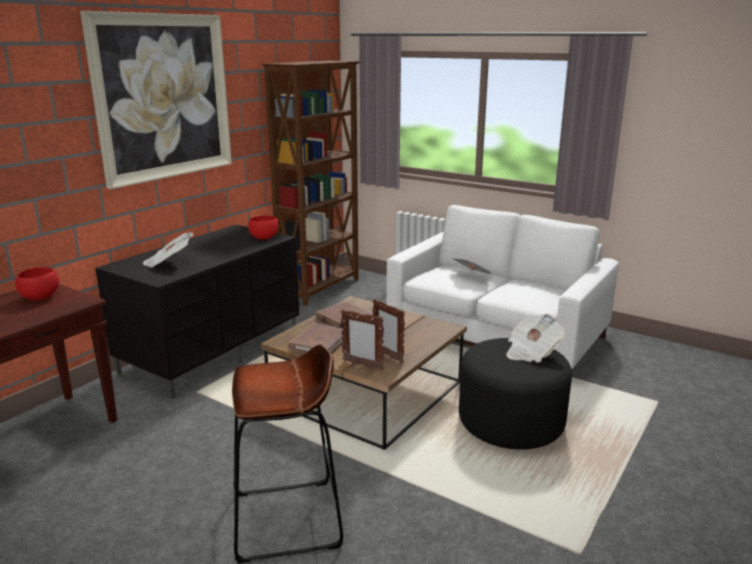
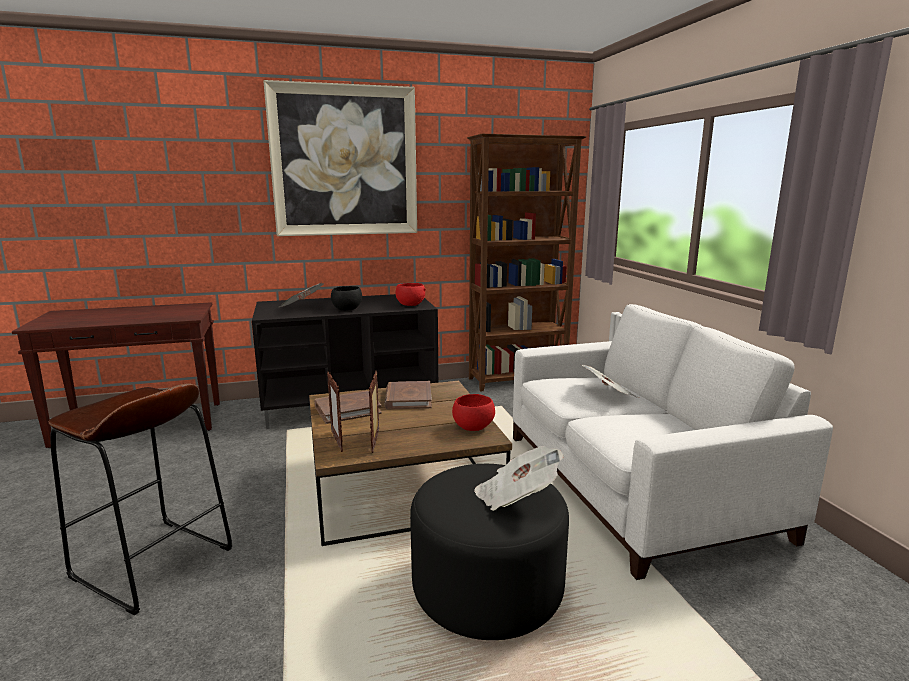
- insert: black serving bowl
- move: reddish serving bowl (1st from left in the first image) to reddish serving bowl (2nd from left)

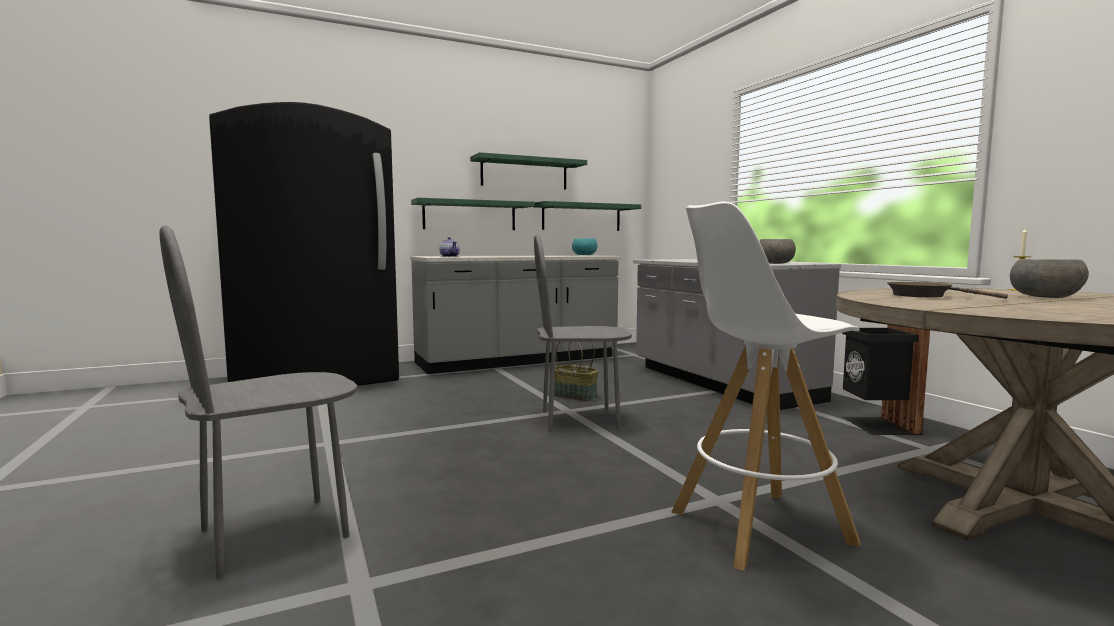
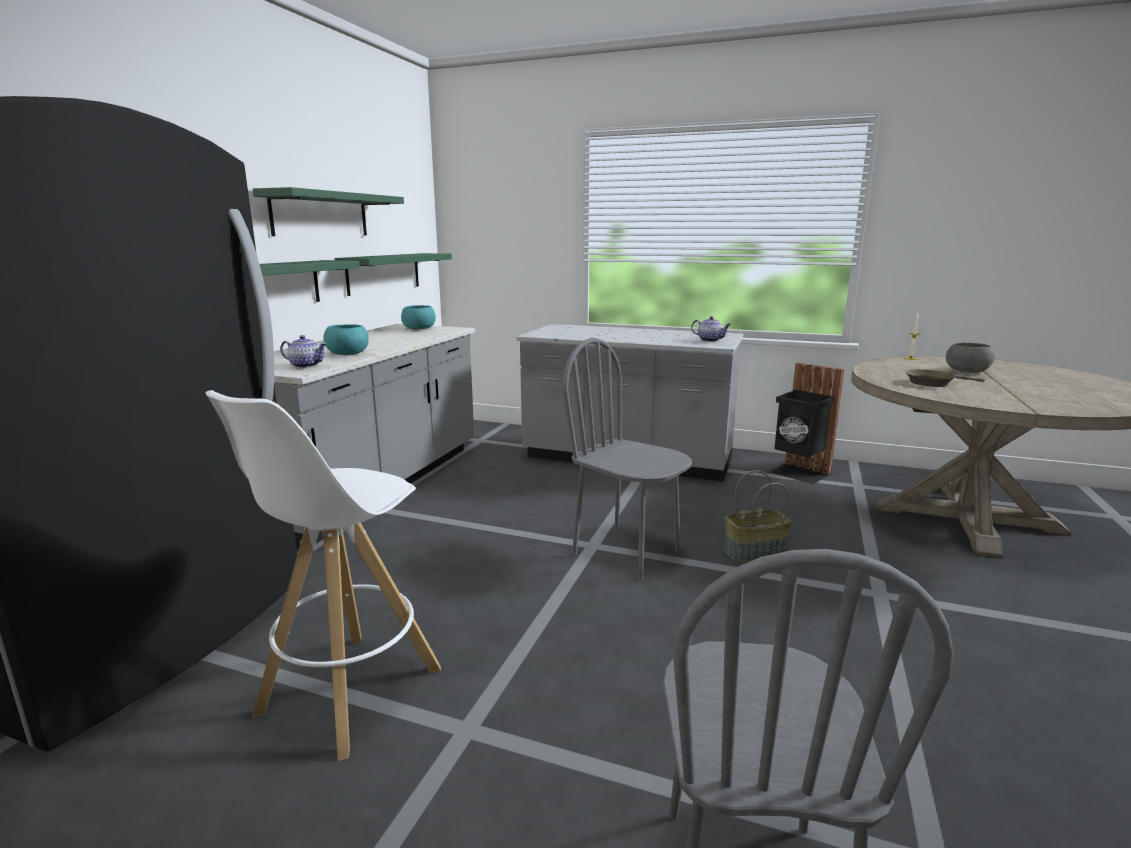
- move: white-coloured sitting stool
- insert: turquoise-coloured serving bowl (1st from left)
- rotate: greyish upright chair (2nd from left in the first image) 90 degrees clockwise
- replace: greyish serving bowl (1st from left) to tea pot (2nd from left)
- move: household basket

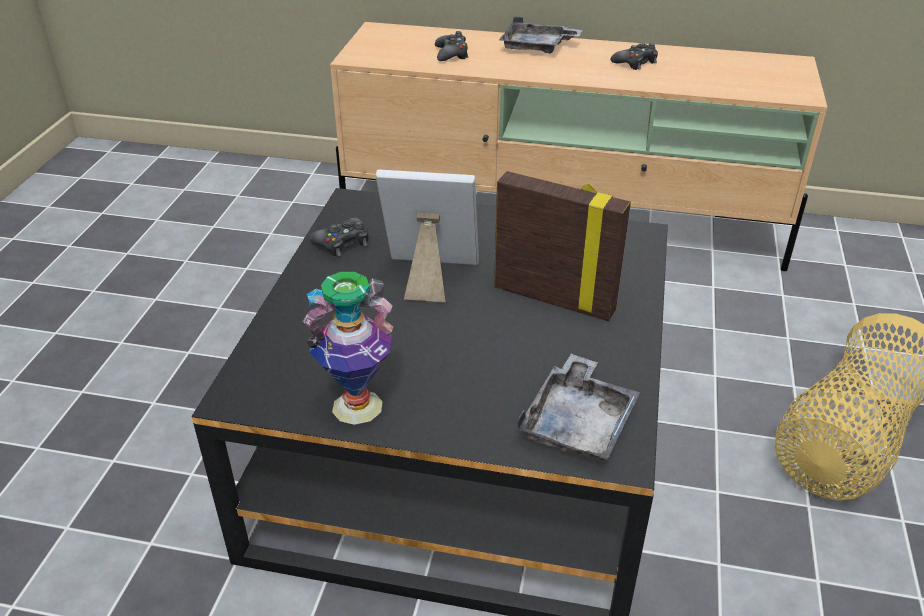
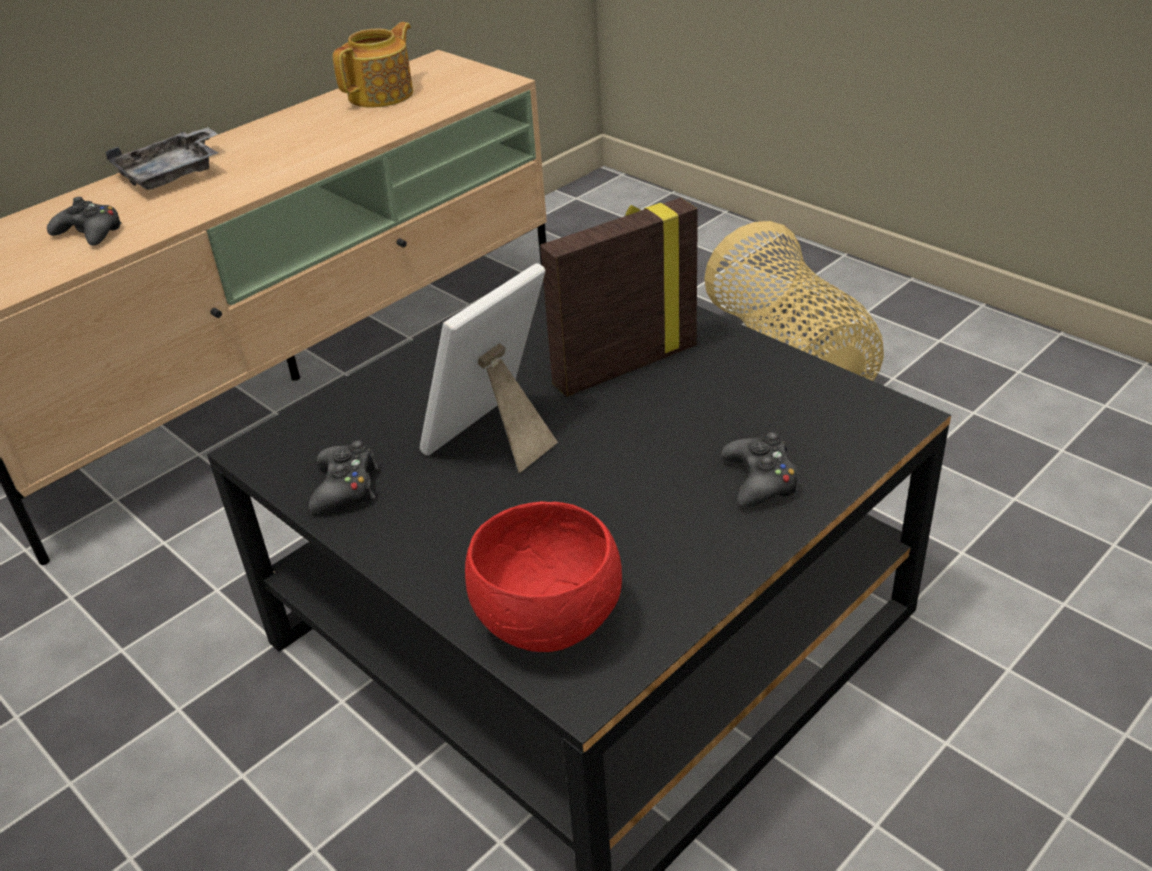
- insert: tea pot
- insert: reddish serving bowl
- move: black game controller (3rd from left)
- delete: flower vase
- delete: greyish tray (2nd from left)

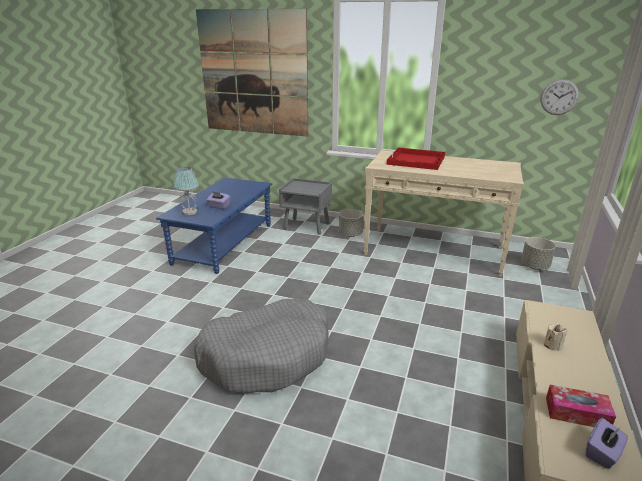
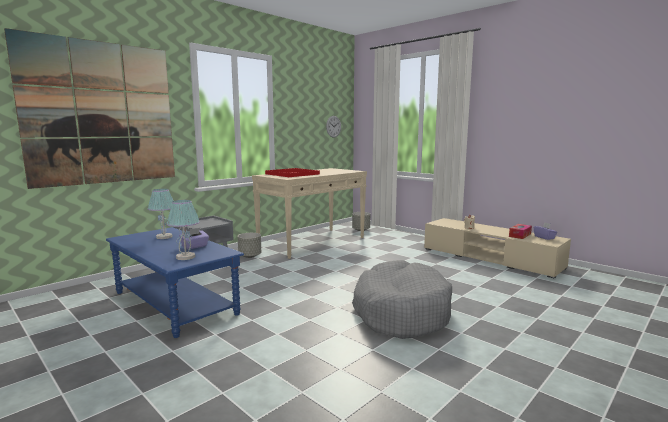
- insert: lamp for a table (1st from left)

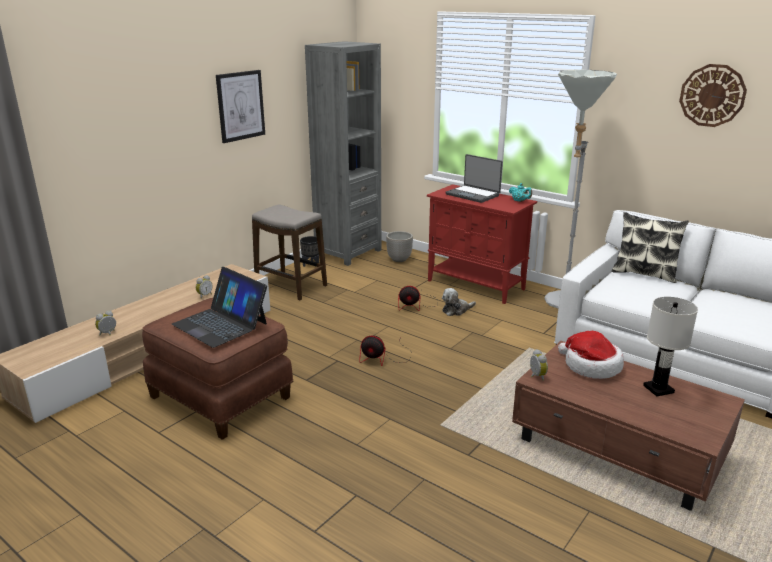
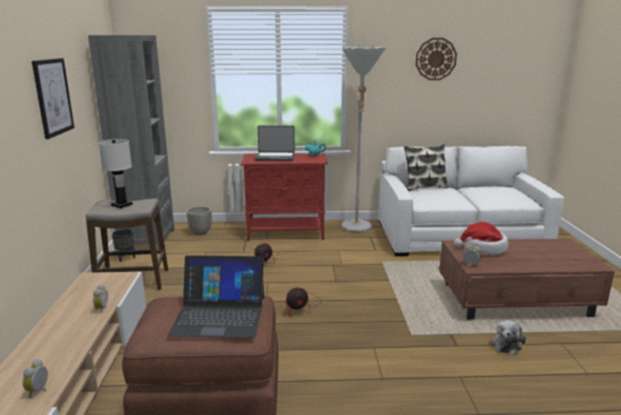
- move: white-coloured lamp for a table
- move: plush toy

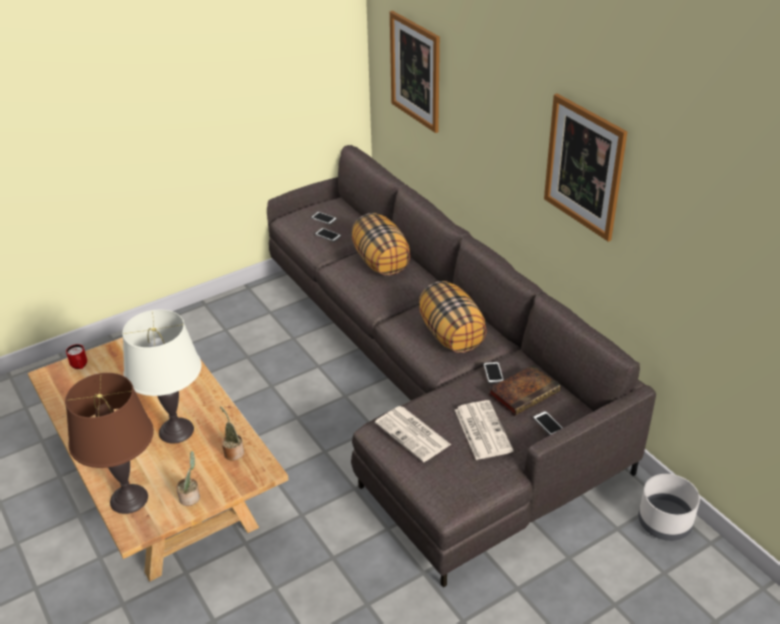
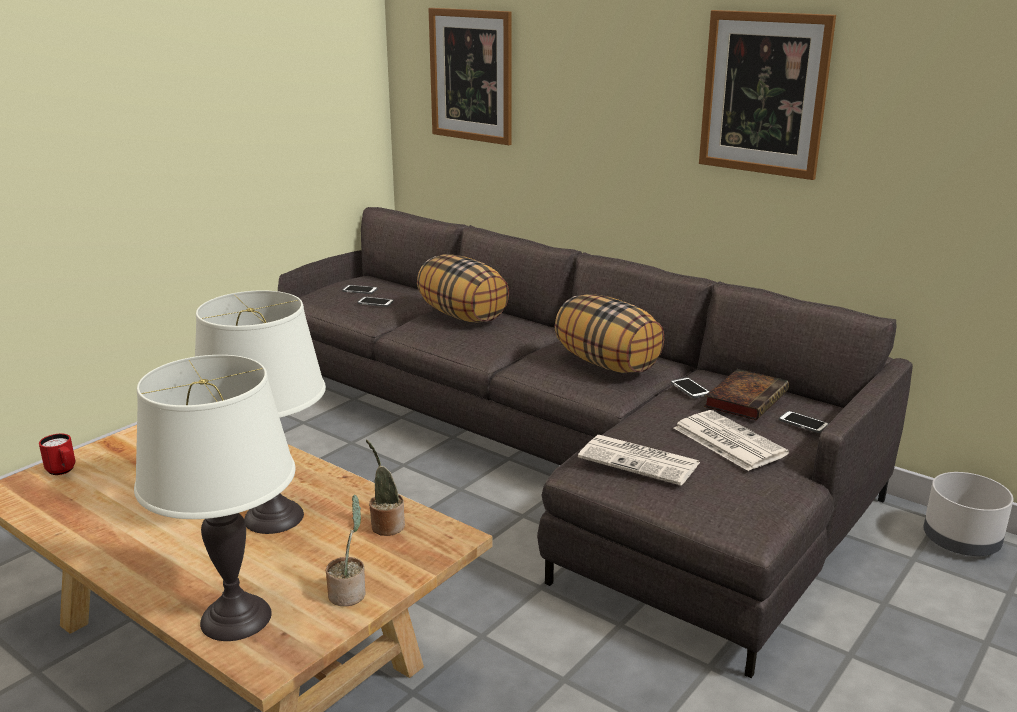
- recolor: brown lamp for a table to white-coloured lamp for a table (1st from left)

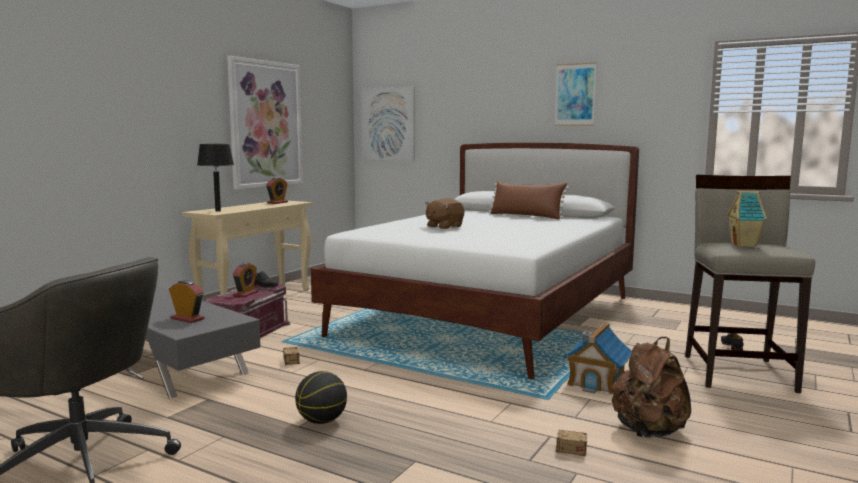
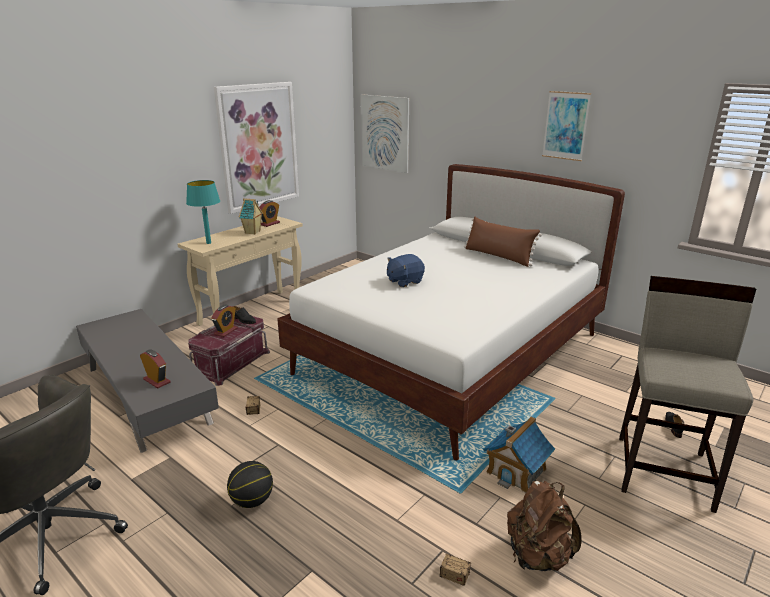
- recolor: black lamp for a table to turquoise-coloured lamp for a table
- move: model house (2nd from left in the first image) to model house (1st from left)
- recolor: brown plush toy to blue plush toy

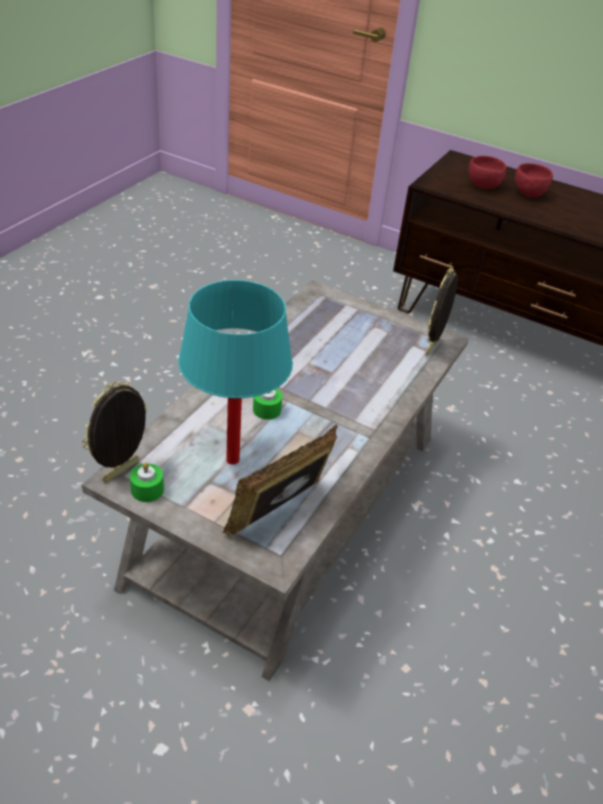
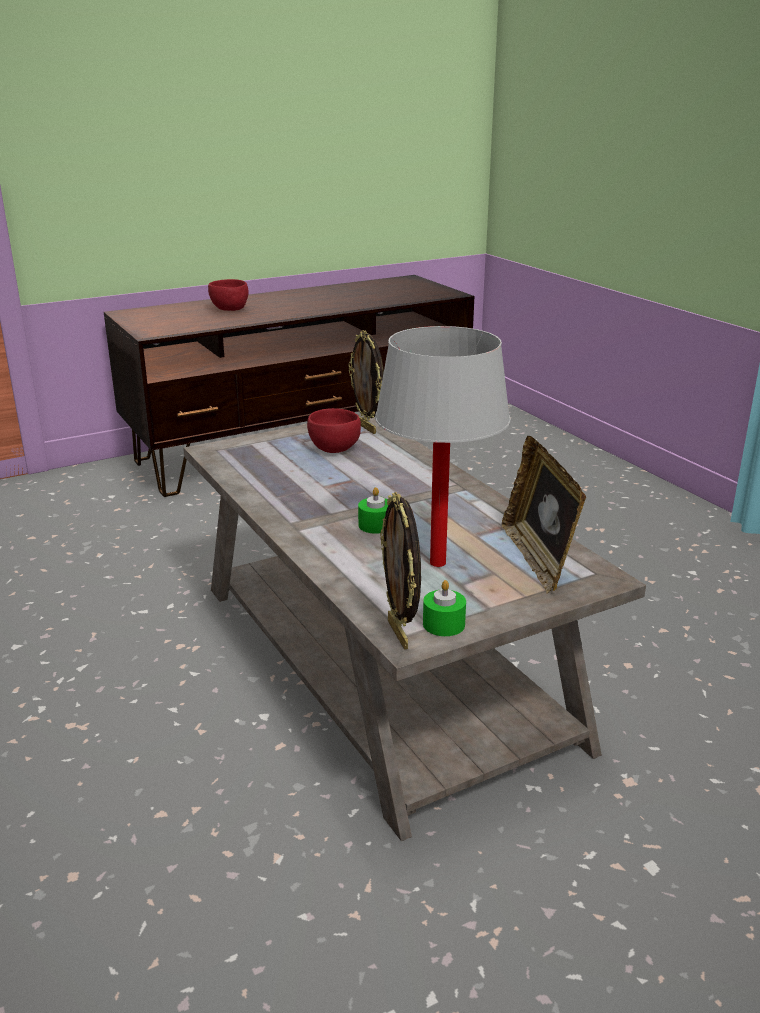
- move: reddish serving bowl (1st from left in the first image) to reddish serving bowl (2nd from left)
- recolor: turquoise-coloured lamp for a table to white-coloured lamp for a table

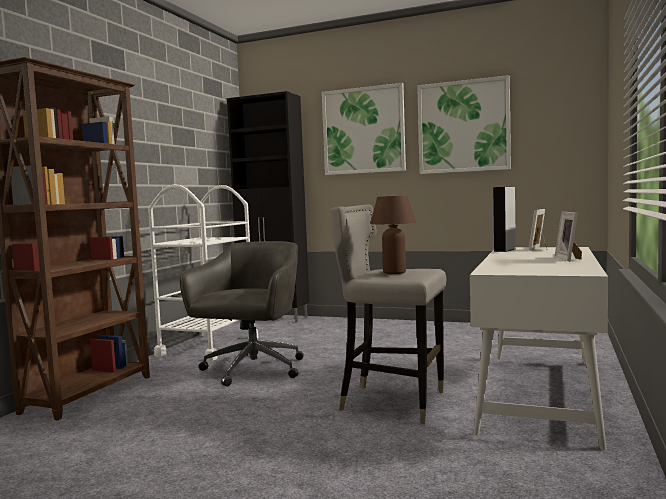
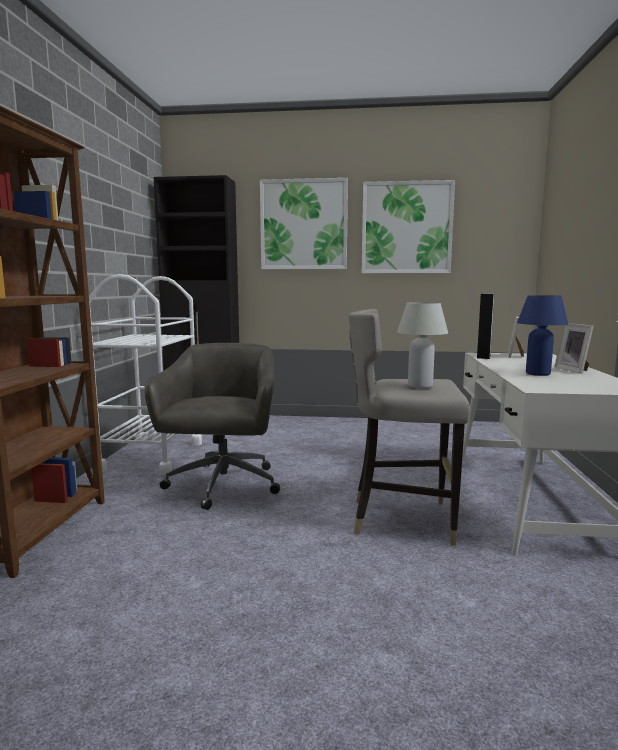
- recolor: brown lamp for a table to white-coloured lamp for a table
- insert: blue lamp for a table

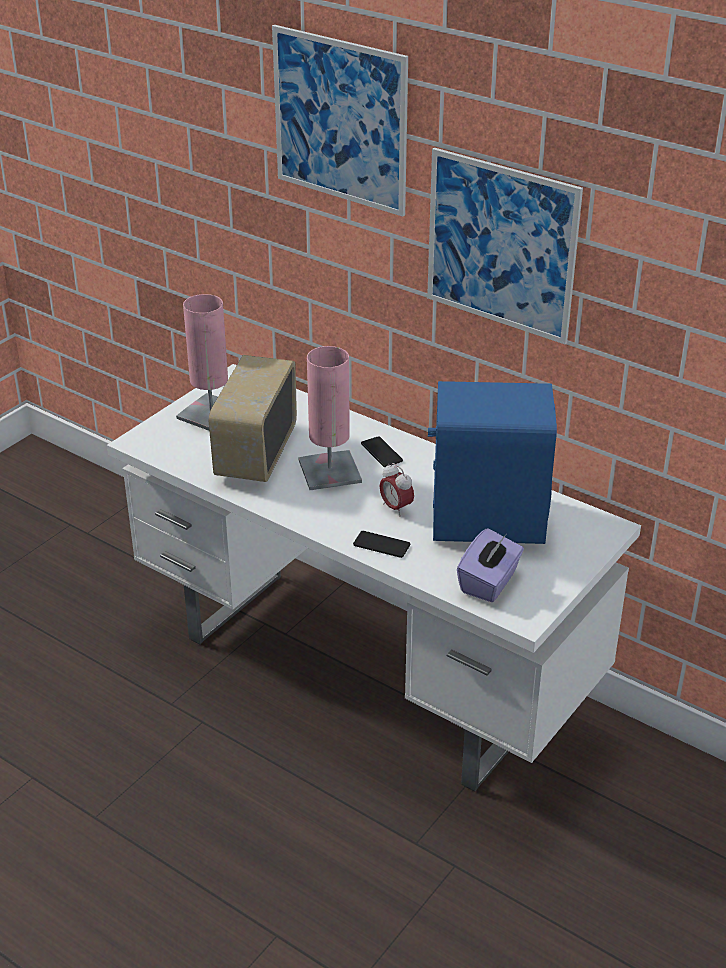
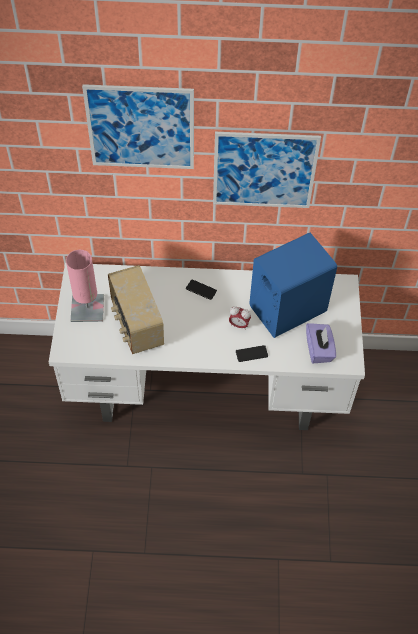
- delete: pink-coloured lamp for a table (2nd from left)

